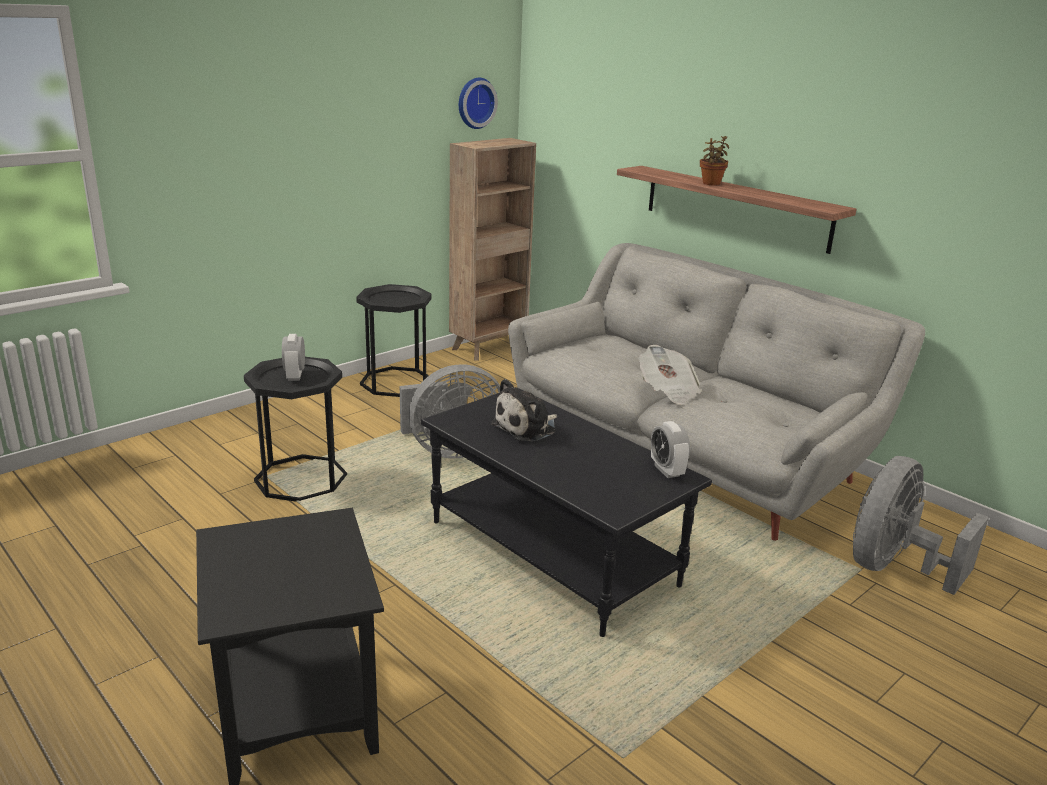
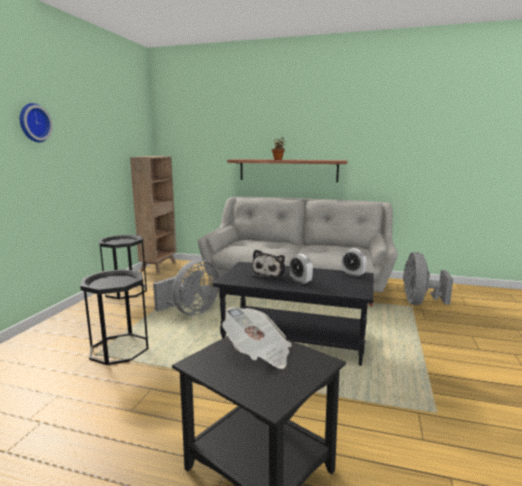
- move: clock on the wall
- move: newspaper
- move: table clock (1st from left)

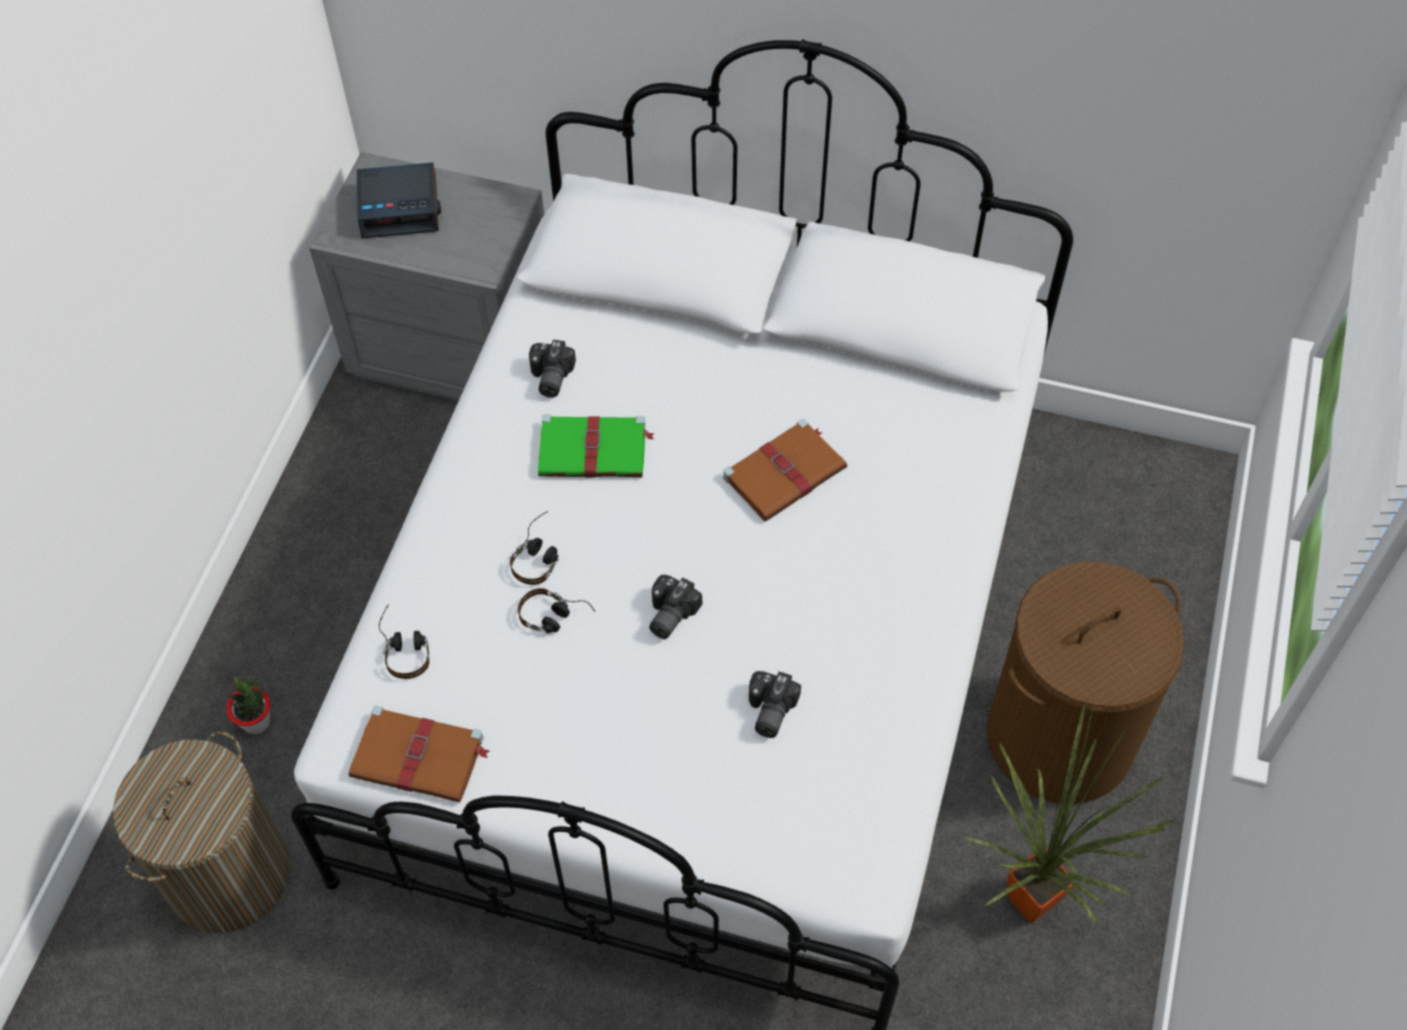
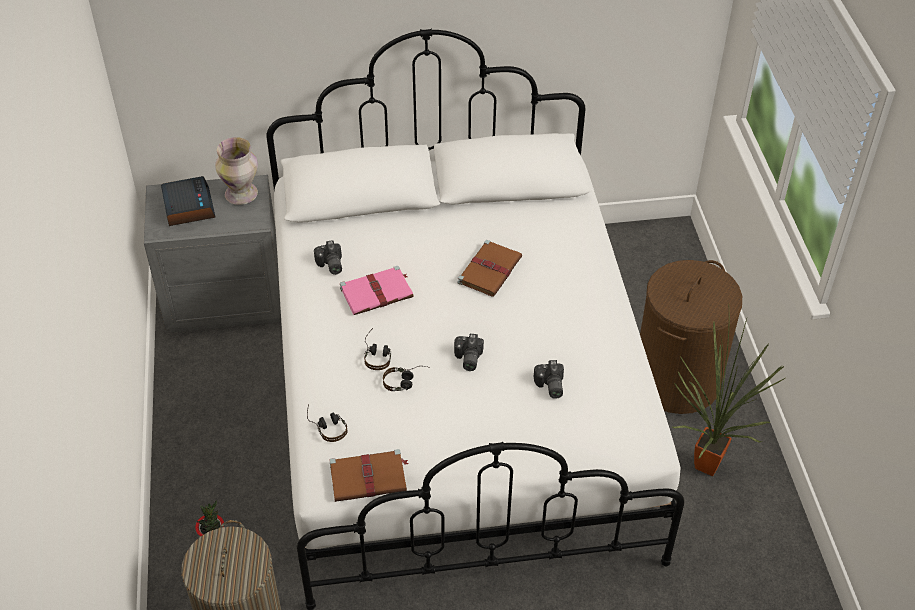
- rotate: table clock 75 degrees counterclockwise
- insert: flower vase
- recolor: greenish volume to pink-coloured volume

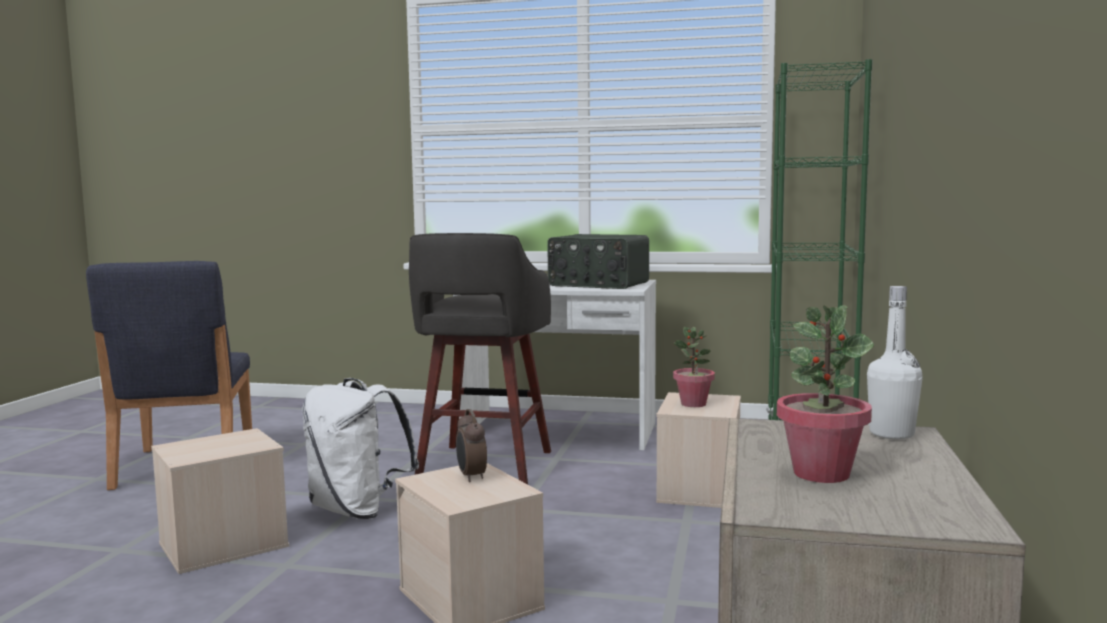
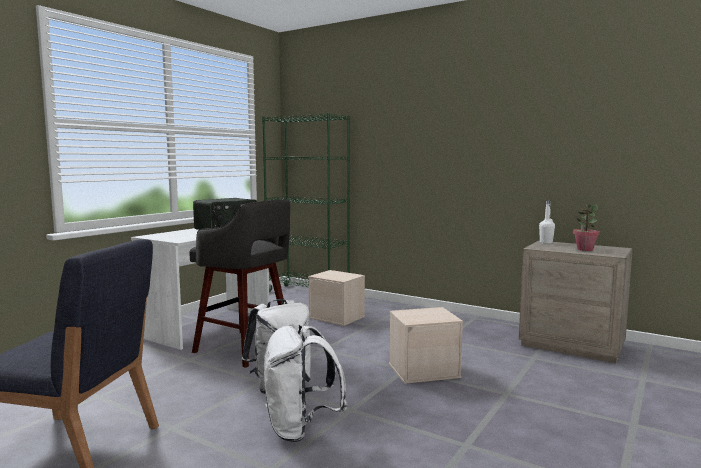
- replace: sand-coloured storage box (1st from left) to white-coloured knapsack (2nd from left)
- delete: table clock
- delete: plant in a pot (1st from left)

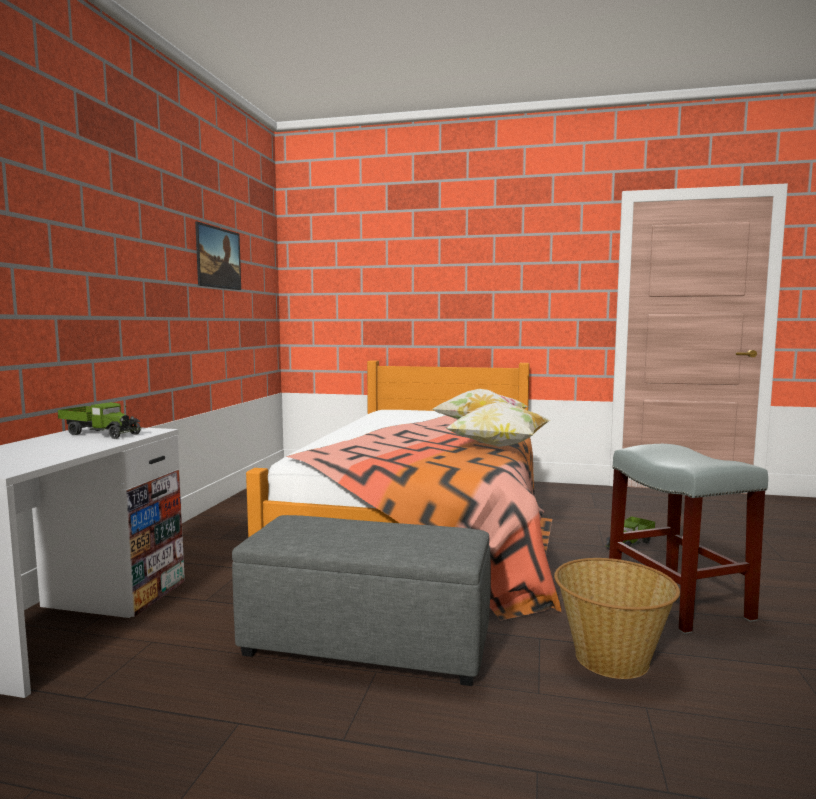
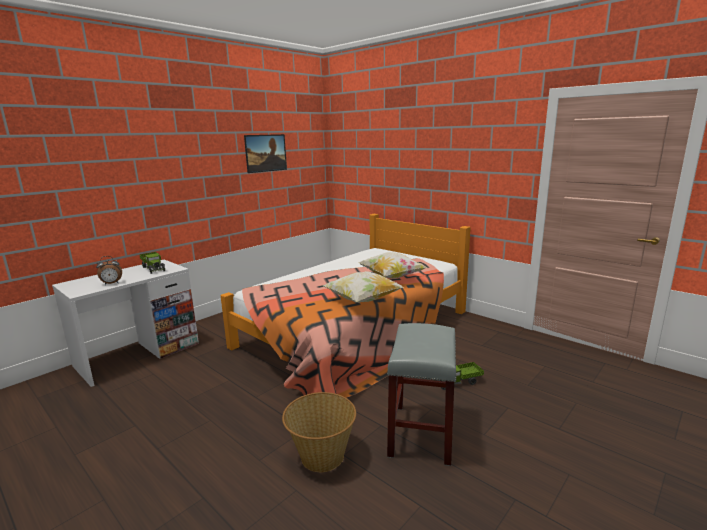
- insert: table clock
- delete: greyish ottoman

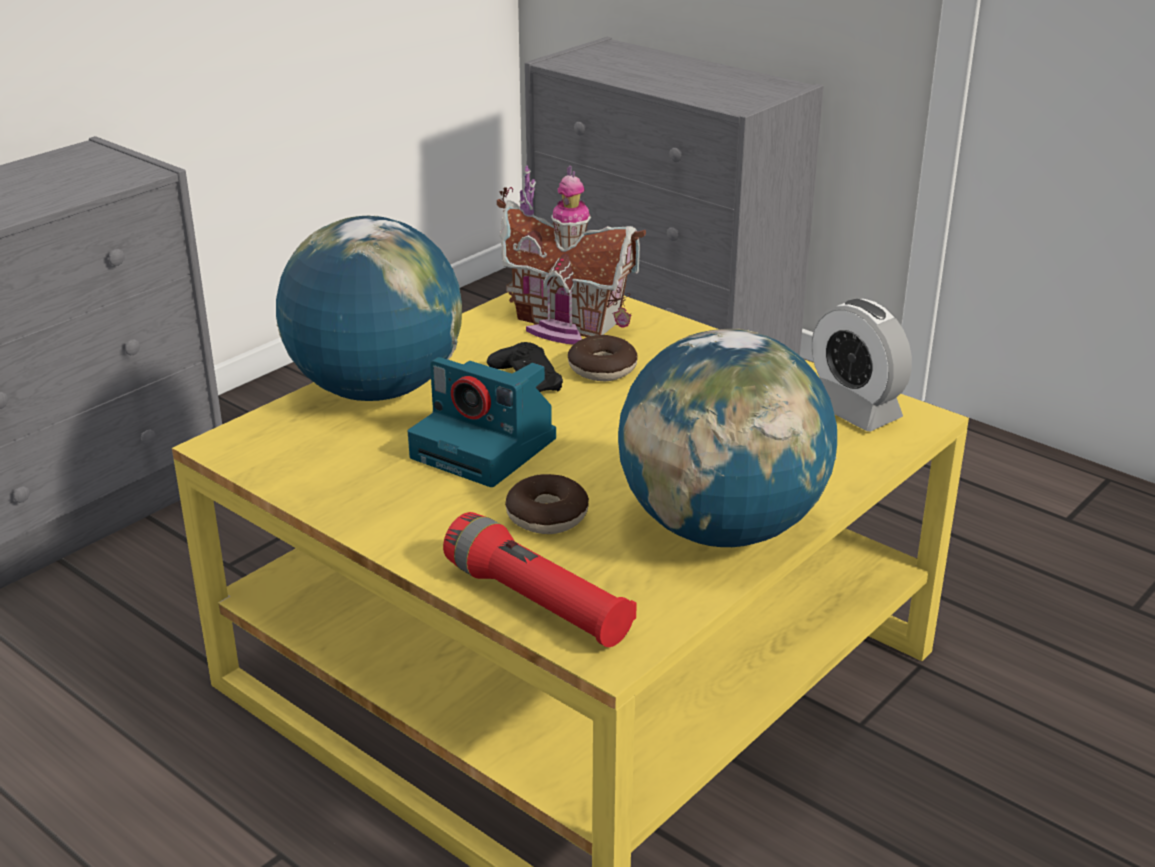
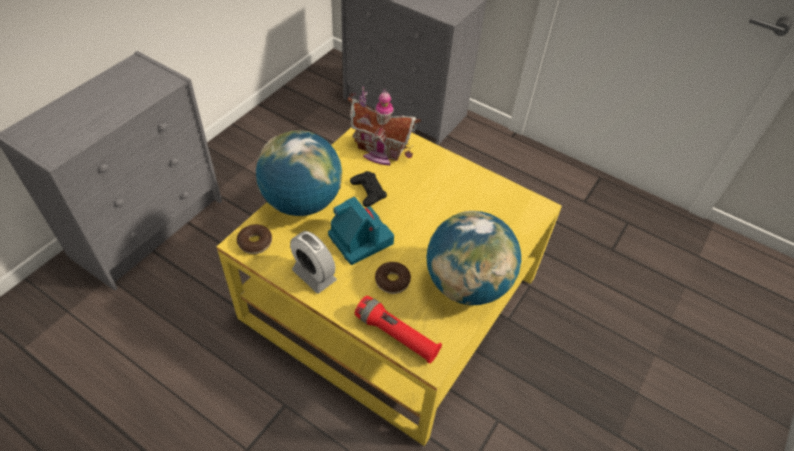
- move: ring doughnut (2nd from left in the first image) to ring doughnut (1st from left)
- move: table clock
- rotate: still camera 150 degrees counterclockwise

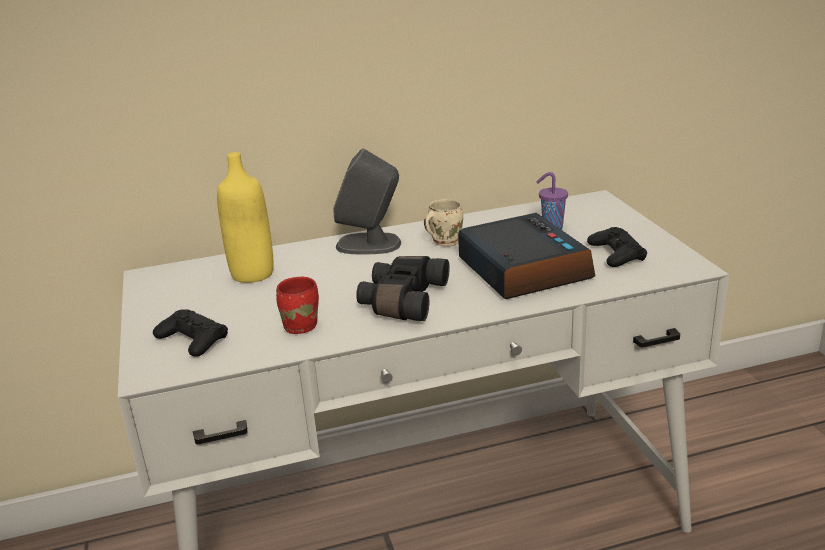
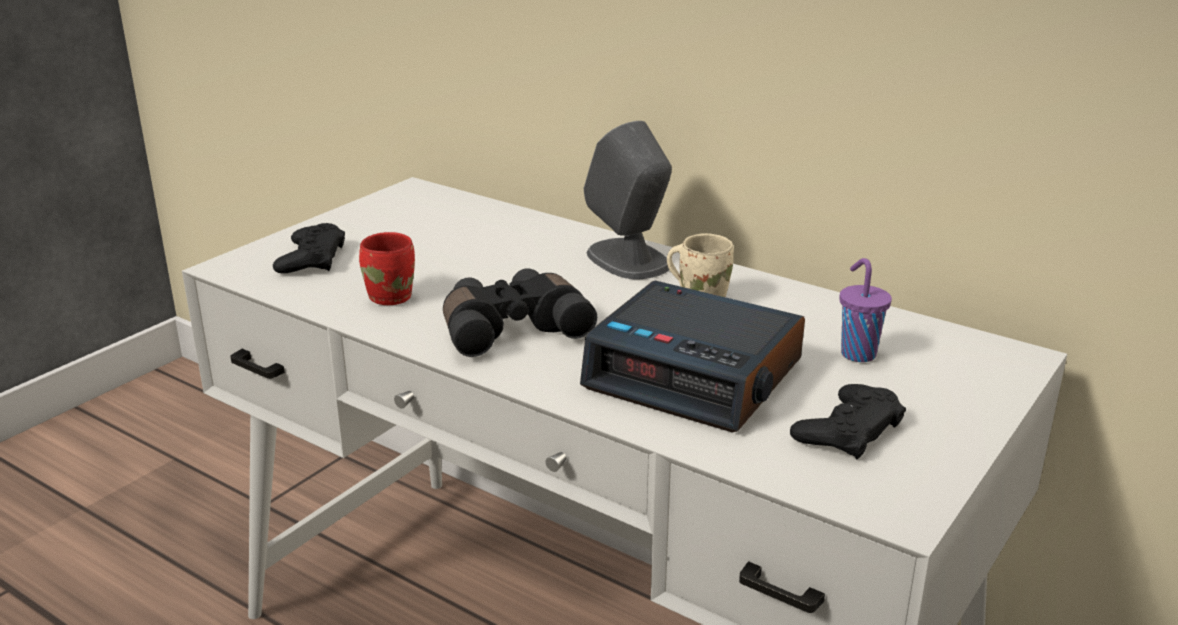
- rotate: table clock 90 degrees clockwise
- delete: yellow drink bottle

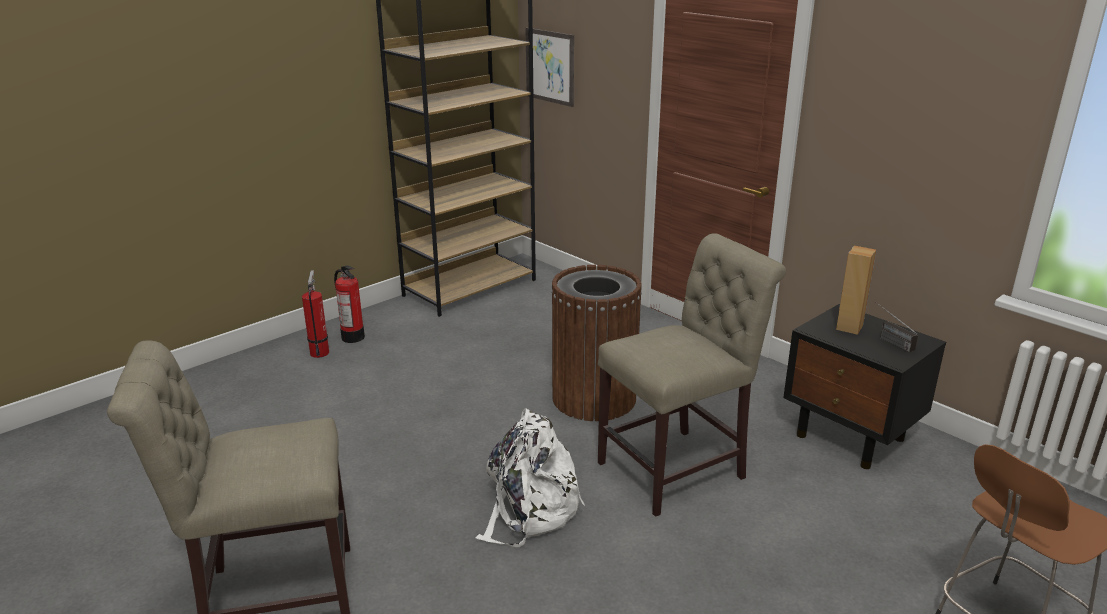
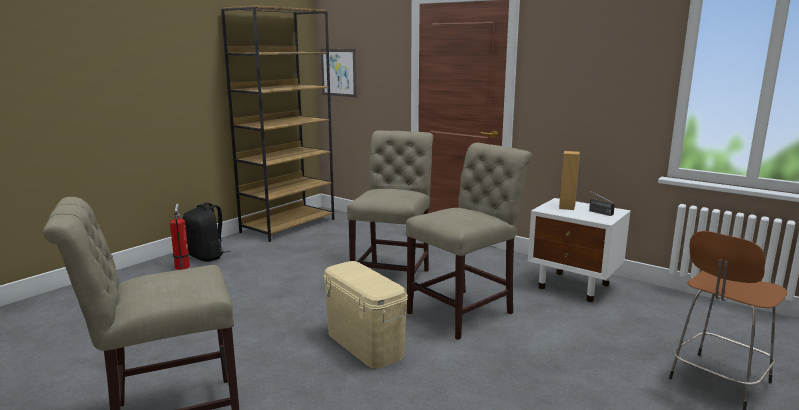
- replace: fire-fighting cylinder (2nd from left) to black knapsack
- replace: white-coloured knapsack to sand-coloured storage box
- replace: brown rubbish bin to sand-coloured upright chair (2nd from left)
- recolor: black nightstand to white-coloured nightstand

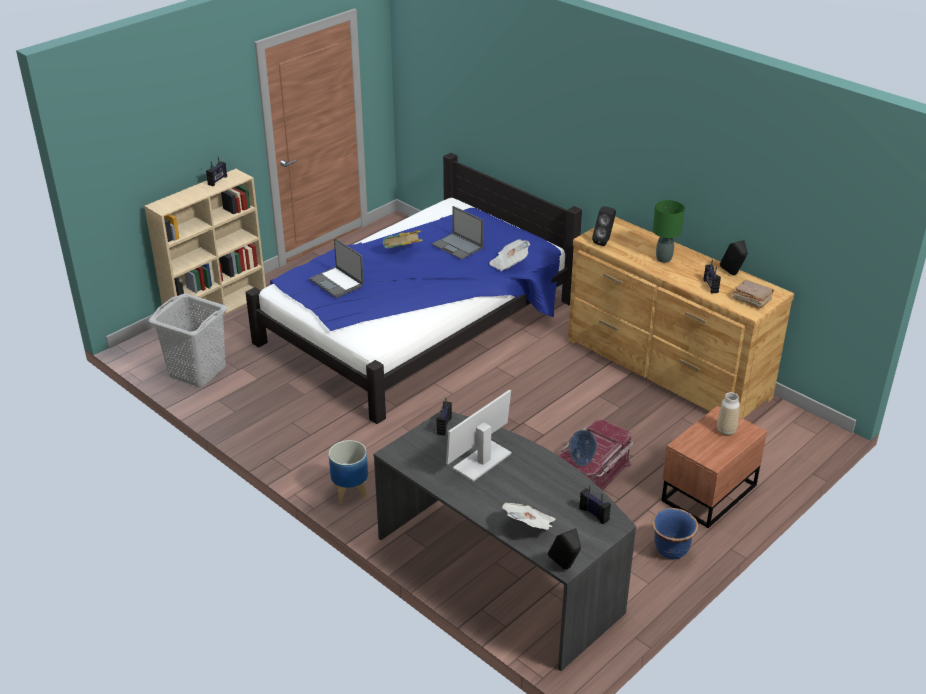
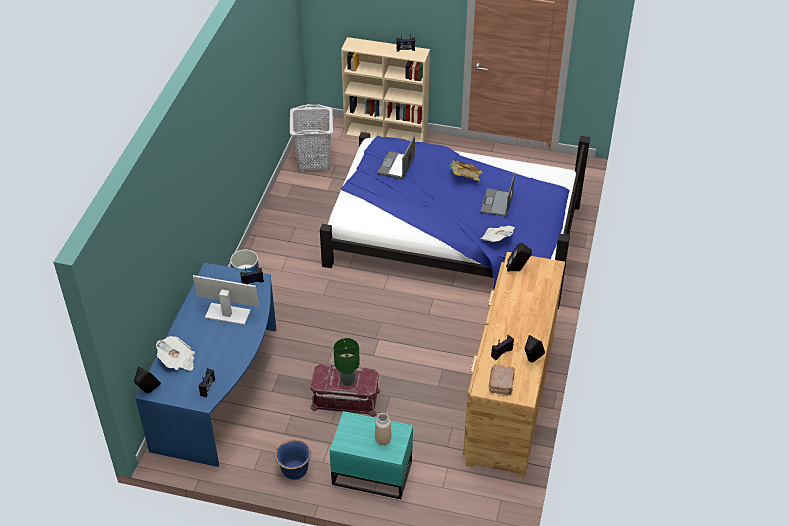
- recolor: greyish desk unit to blue desk unit
- recolor: brown nightstand to turquoise-coloured nightstand
- move: greenish lamp for a table
- delete: flower vase (1st from left)

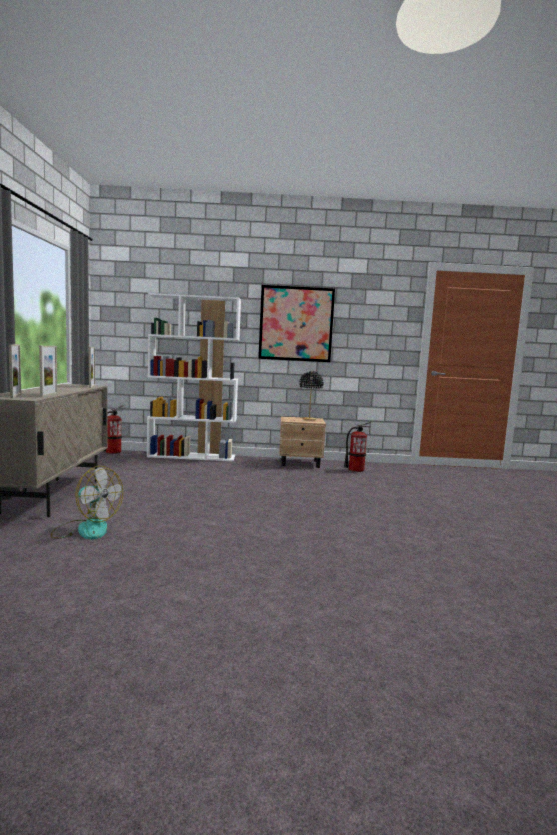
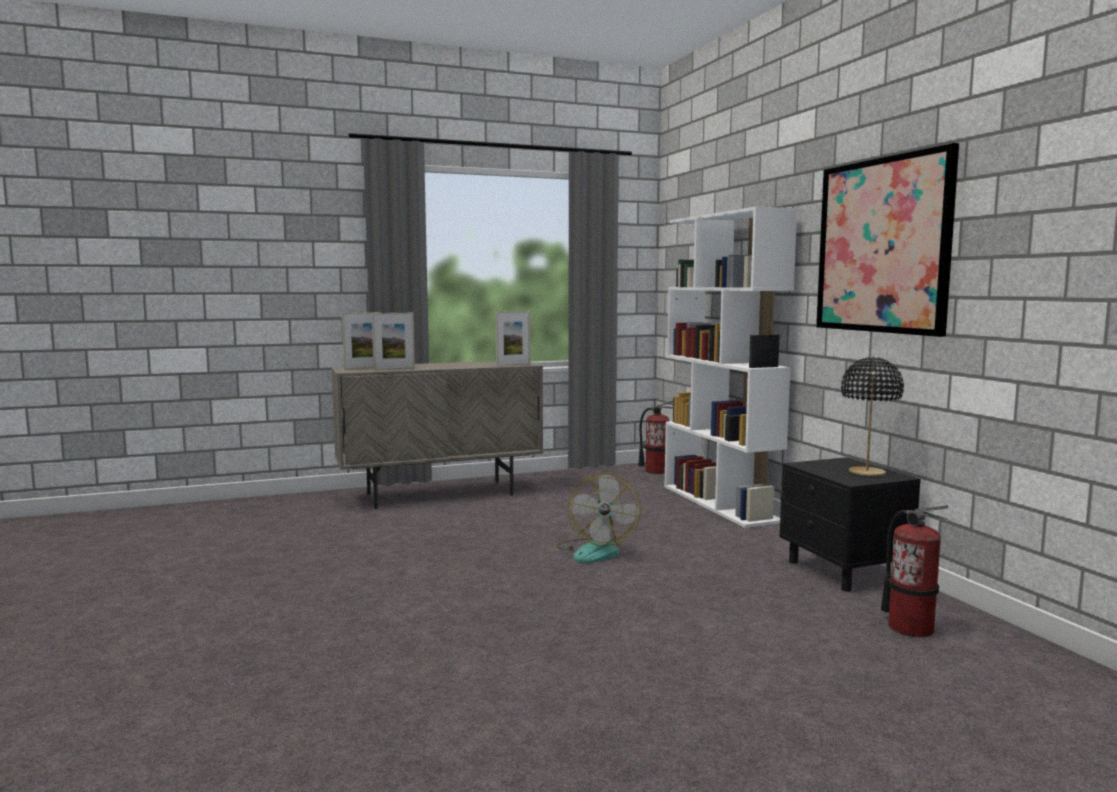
- move: fan
- recolor: sand-coloured nightstand to black nightstand

